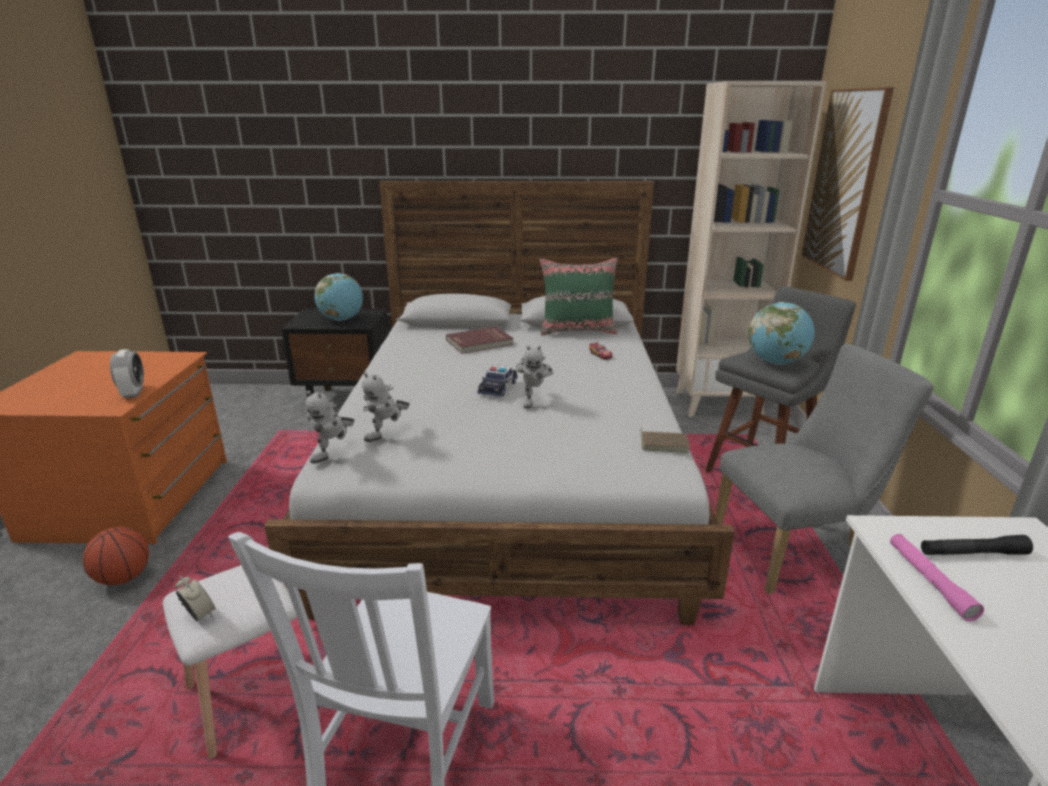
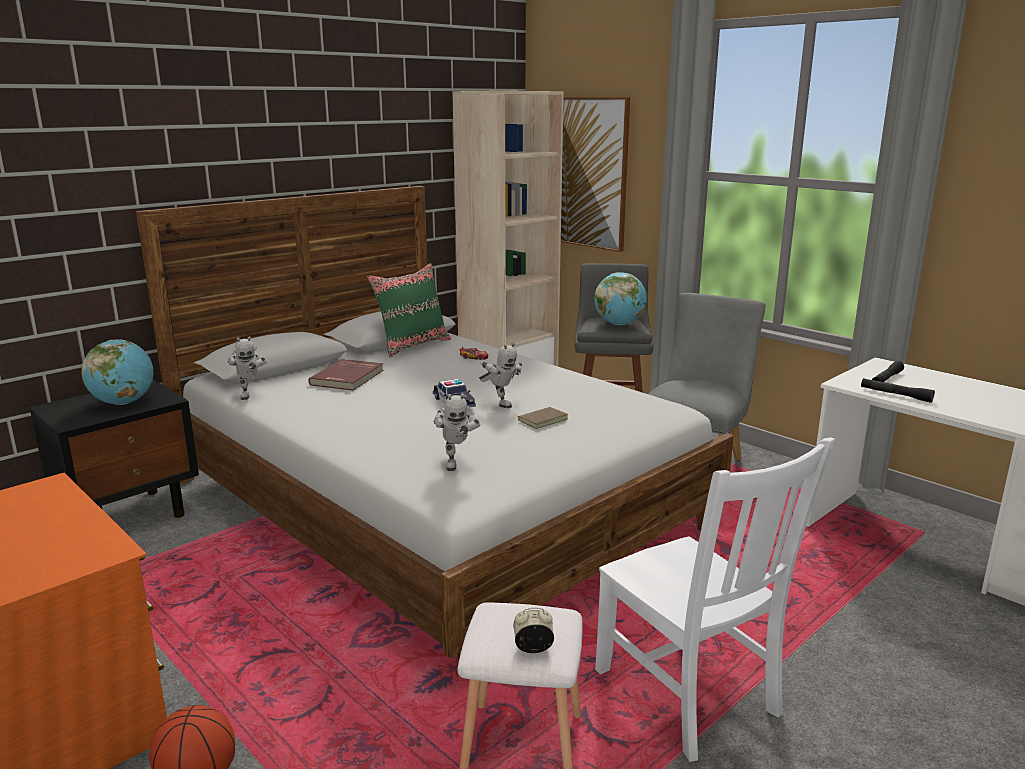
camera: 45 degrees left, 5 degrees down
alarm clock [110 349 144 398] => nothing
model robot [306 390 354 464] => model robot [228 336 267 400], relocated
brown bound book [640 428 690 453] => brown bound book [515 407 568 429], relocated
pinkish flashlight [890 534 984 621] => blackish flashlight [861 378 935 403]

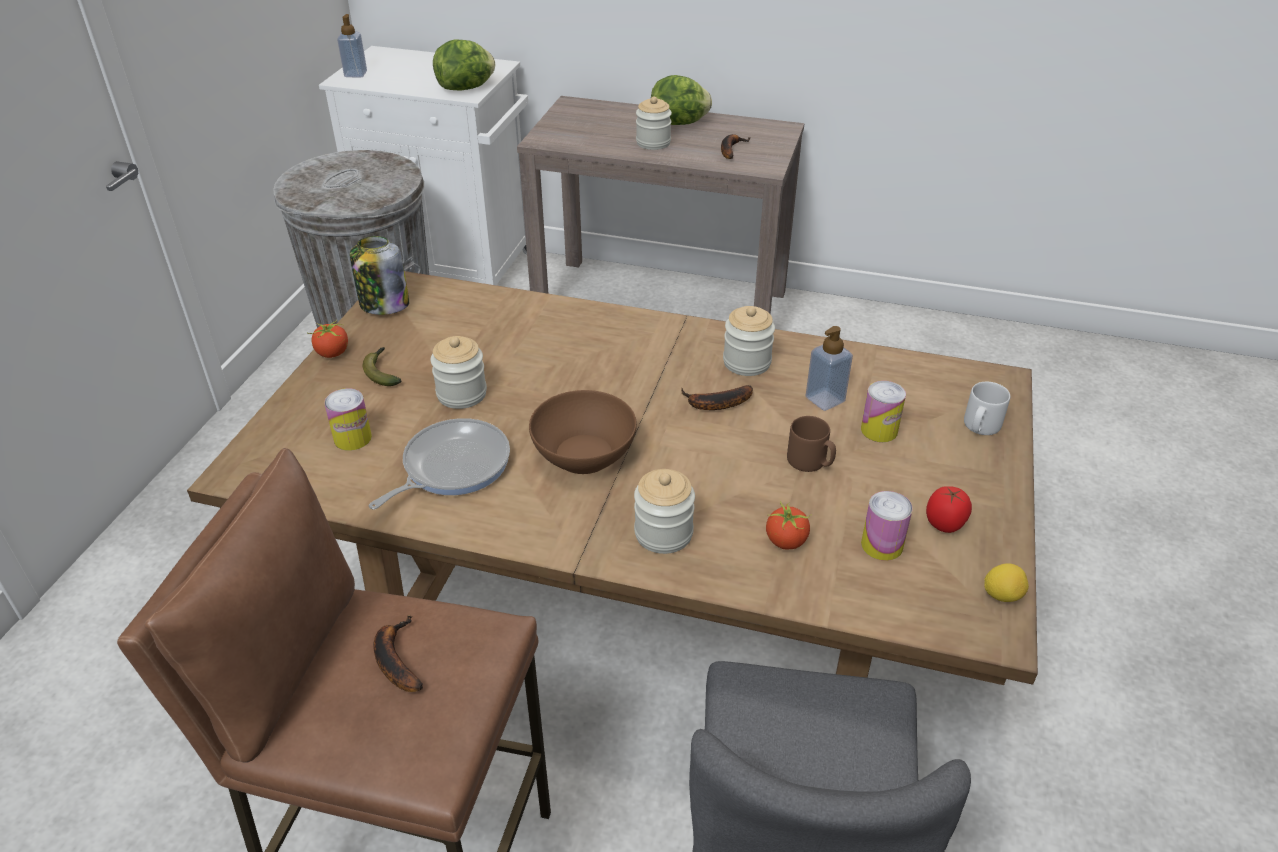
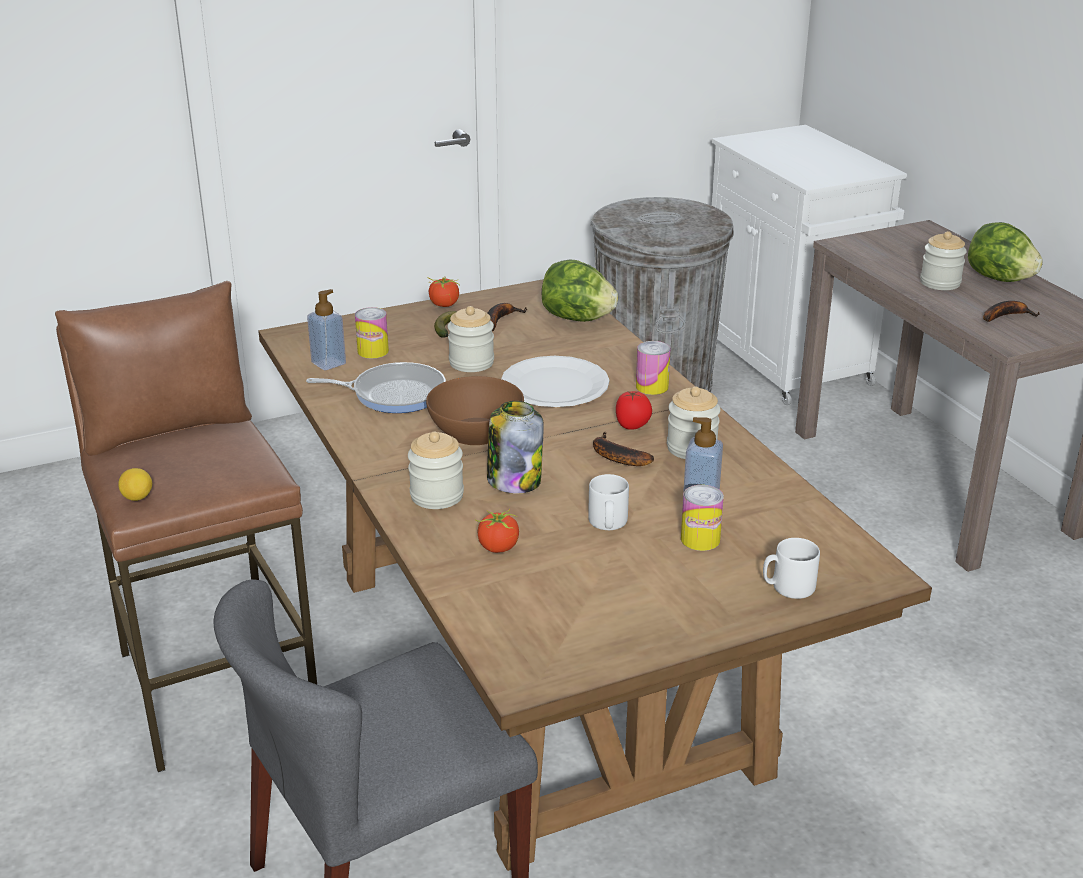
camera: 50 degrees right, 10 degrees down
soap dispenser [337 14 367 77] => soap dispenser [307 289 346 370], relocated
lettuce head [433 39 495 90] => lettuce head [542 259 618 322], relocated
jar [350 236 409 315] => jar [487 401 544 493], relocated
brown tea mug [787 416 836 472] => greyish tea mug [588 474 629 530]
whole tomato [926 486 972 533] => whole tomato [616 391 652 430], relocated
can [861 491 913 561] => can [636 341 671 395], relocated
lemon [984 563 1029 602] => lemon [118 468 152 501], relocated
banana [373 615 423 692] => banana [488 303 528 331], relocated
nothing => whitish dinner plate [501 356 609 407]

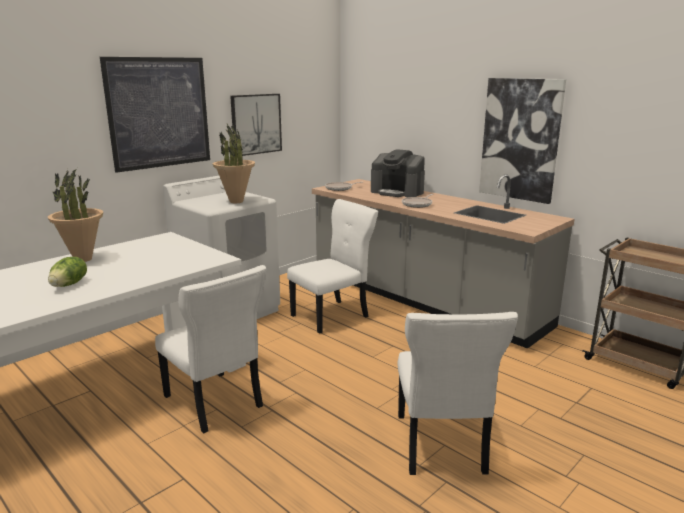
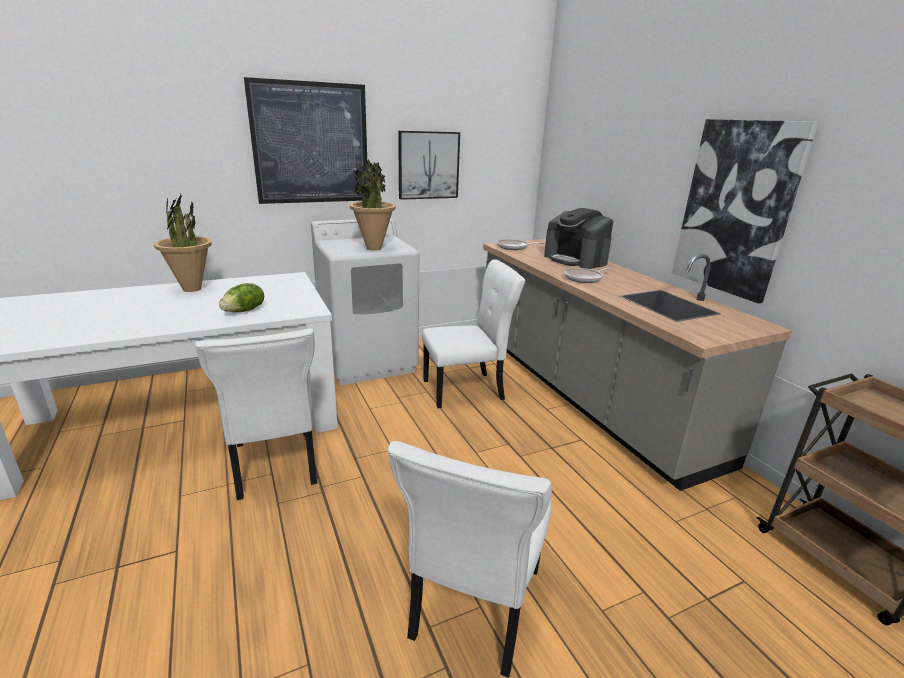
camera: 20 degrees right, 5 degrees up
lettuce head [48 257 87 287] => lettuce head [219 283 264 312], relocated

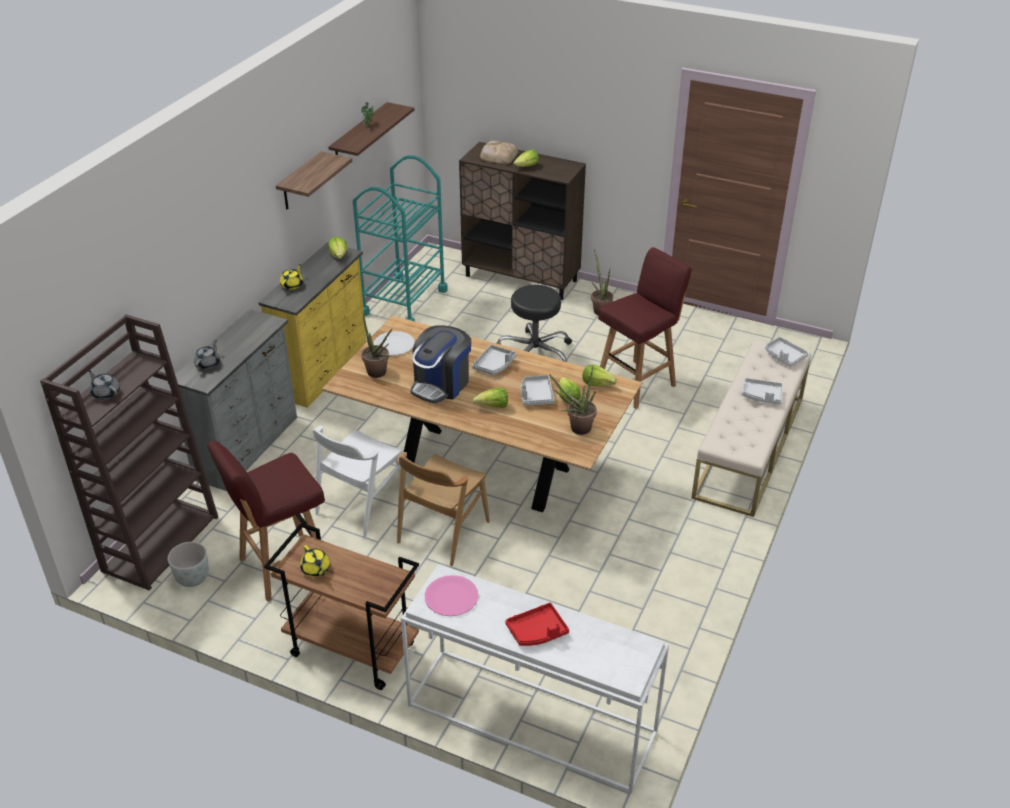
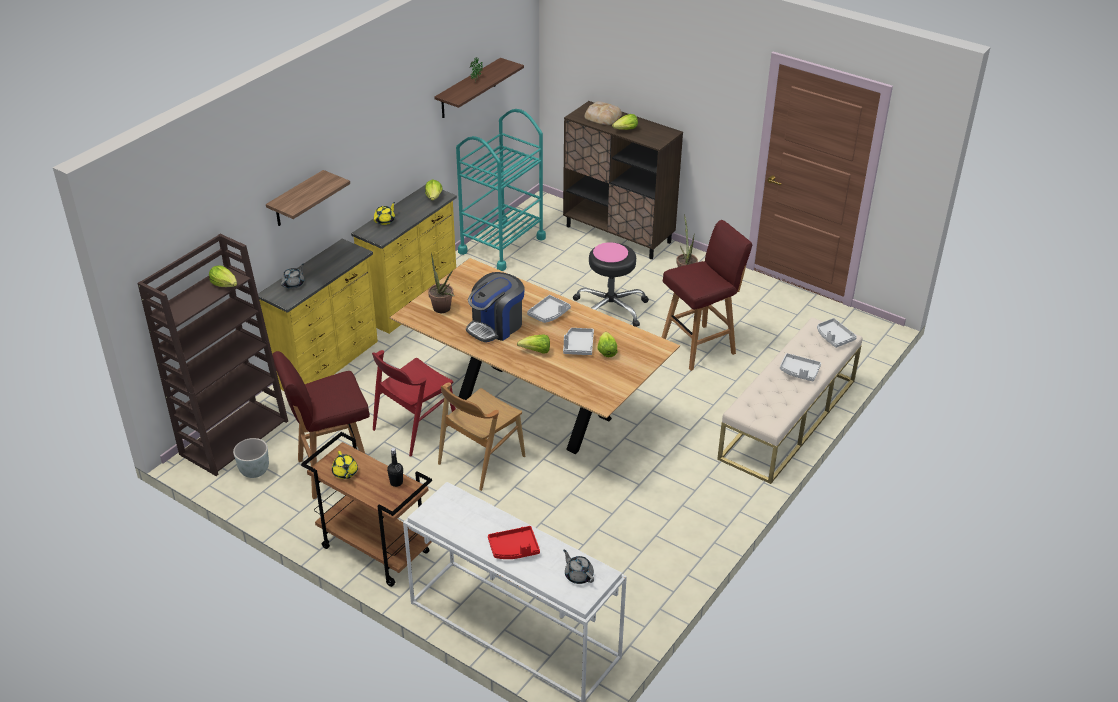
camera: 10 degrees right, 0 degrees up
bracket shelf [276 151 352 209] => bracket shelf [266 170 350 226], relocated
greyish drawer chest [168 309 297 491] => yellow drawer chest [258 239 378 391]
whitish dinner plate [374 331 415 355] => nothing
houseplant [549 365 597 435] => nothing
lettuce head [582 365 617 386] => lettuce head [209 266 237 287], relocated
greyish pot for tea [88 370 120 400] => greyish pot for tea [563 549 594 584], relocated
whitish upright chair [313 426 407 539] => reddish upright chair [372 350 456 457]
pinkish dinner plate [425 575 478 616] => pinkish dinner plate [593 242 628 263], relocated
nothing => blackish bottle [387 448 403 487]

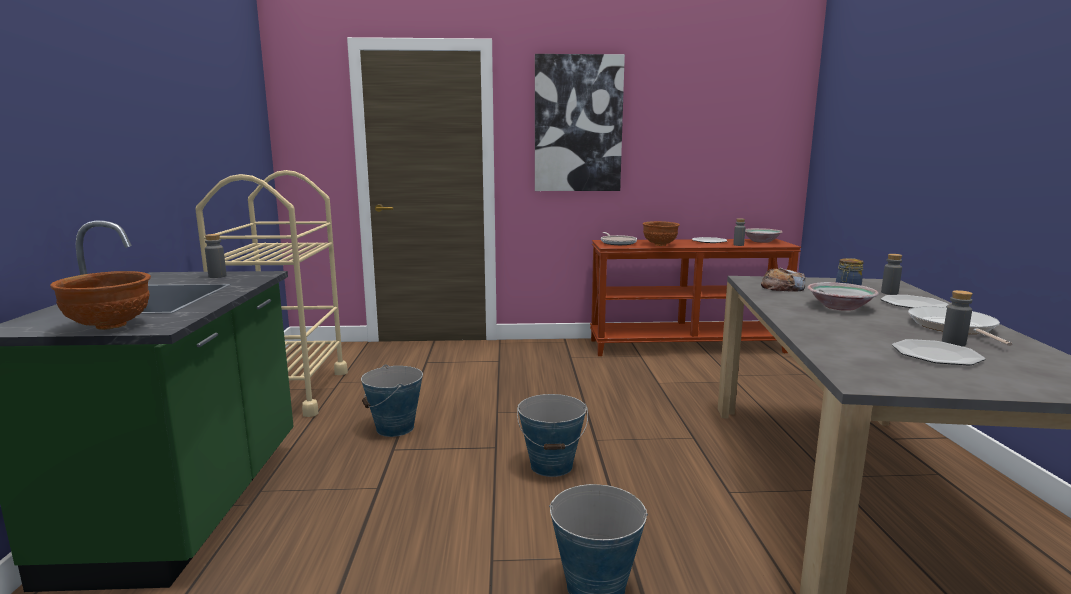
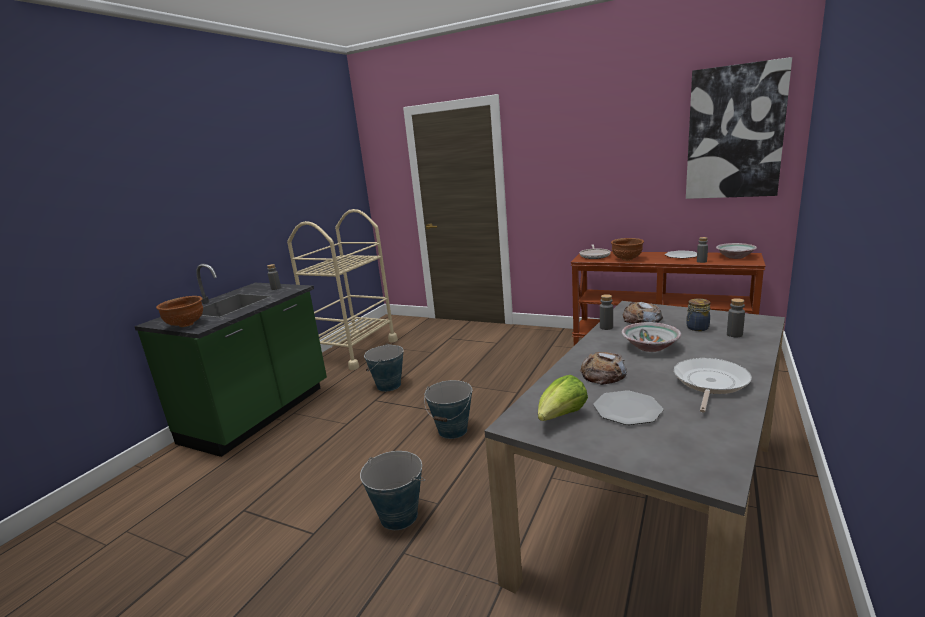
camera: 30 degrees right, 5 degrees up
picture [535 54 625 191] => picture [686 57 792 199], relocated
greyish bottle [942 290 973 346] => greyish bottle [600 294 613 330], relocated
dinner plate [881 295 949 308] => nothing
nothing => bread [580 352 627 385]
nothing => lettuce head [538 375 588 421]

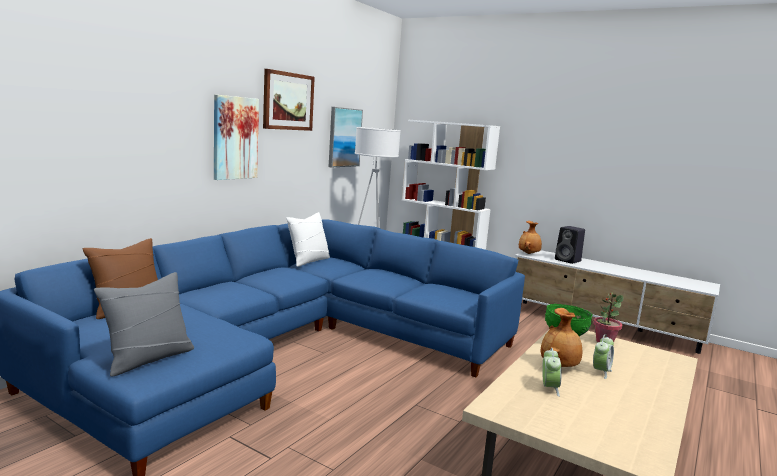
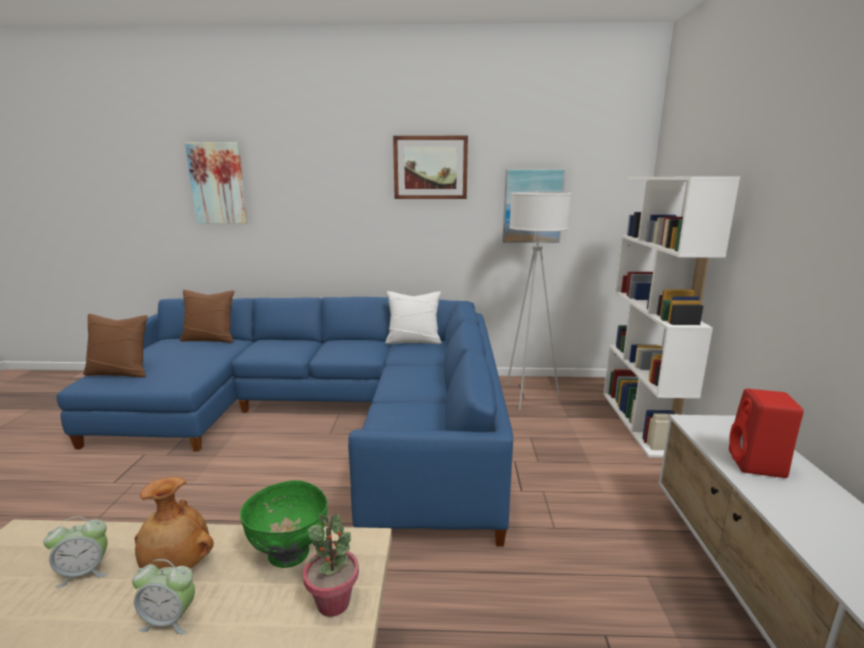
camera: 60 degrees right, 5 degrees up
picture [214 95 259 180] => picture [185 142 248 224], relocated
brown vase [519 221 542 254] => nothing
blackish speaker [555 226 585 264] => reddish speaker [729 389 804 478]
greyish throw pillow [94 272 194 377] => brown throw pillow [83 314 148 378]

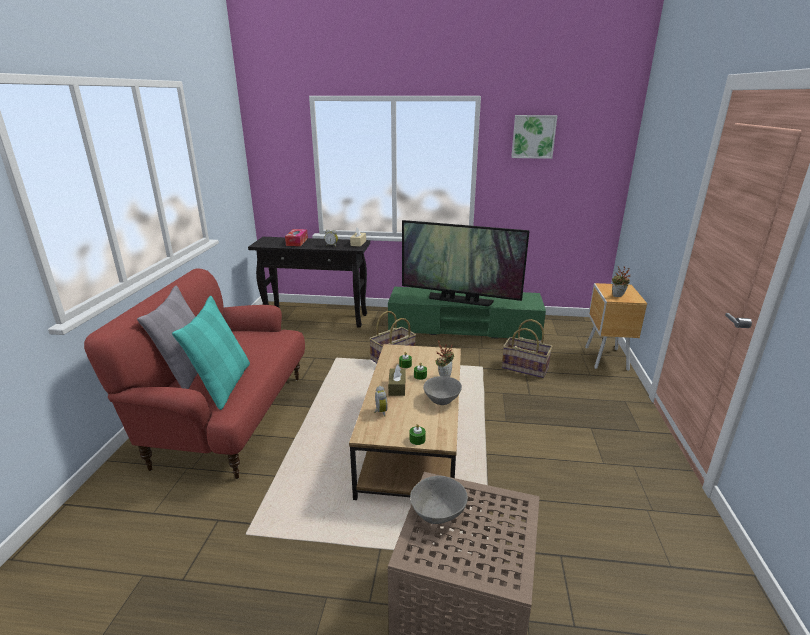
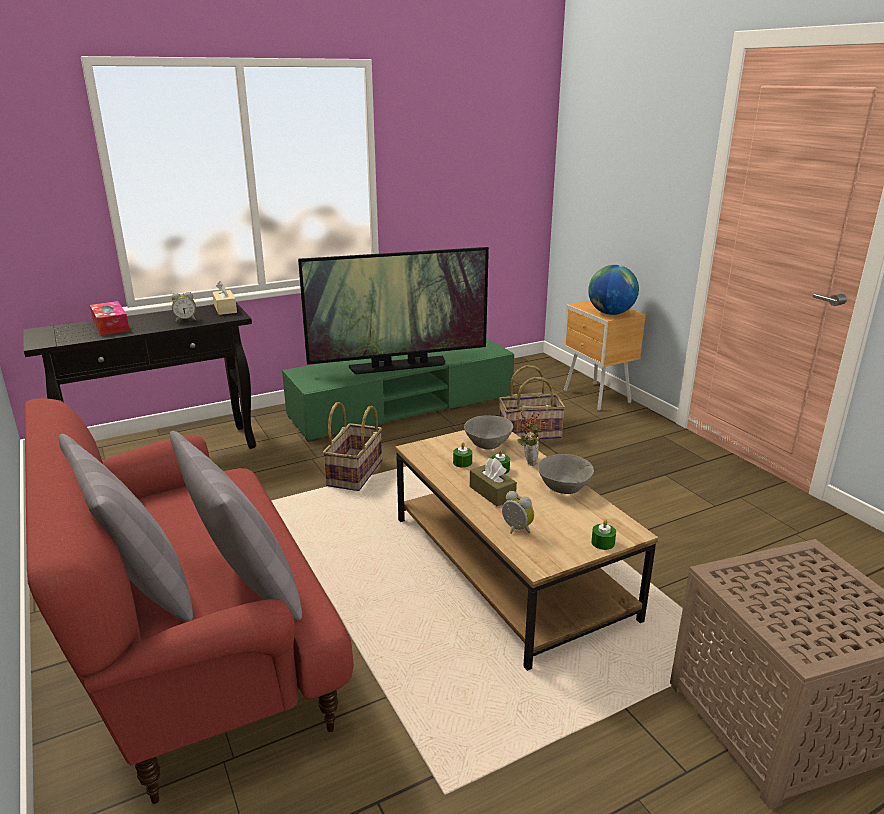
camera: 35 degrees left, 0 degrees up
picture [511 115 558 159] => nothing
houseplant [612 266 630 297] => world globe [588 265 639 315]
turquoise-coloured throw pillow [172 296 250 410] => greyish throw pillow [170 431 302 621]
greyish serving bowl [410 476 468 524] => greyish serving bowl [464 416 513 449], relocated

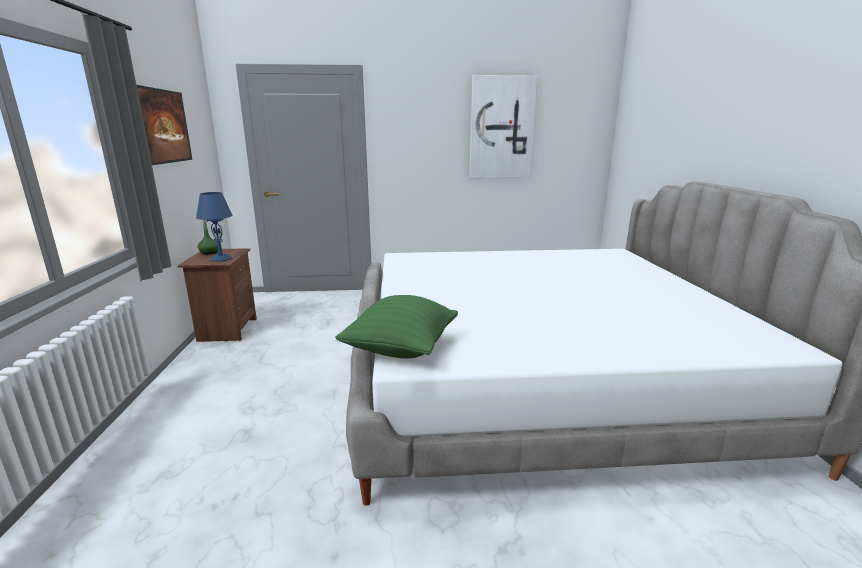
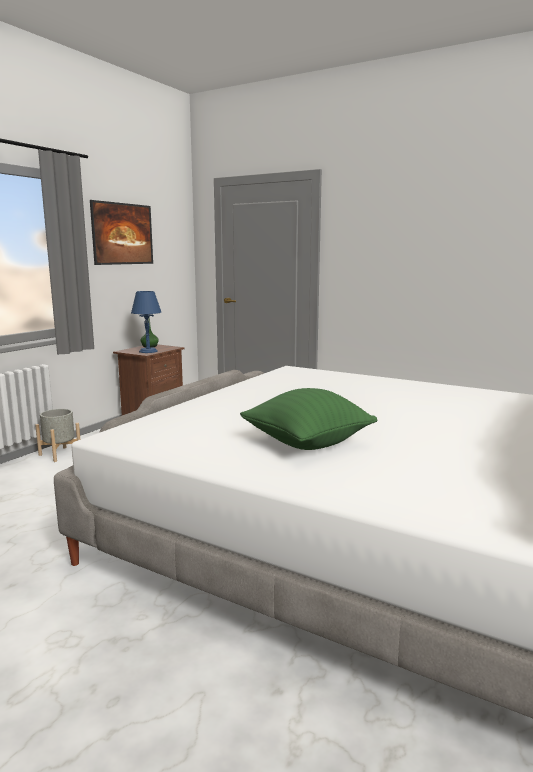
camera: 35 degrees right, 5 degrees down
picture [469 75 538 178] => nothing
green-coloured throw pillow [335 295 458 358] => green-coloured throw pillow [240 388 377 450], relocated
nothing => greyish flower pot [35 409 80 462]

